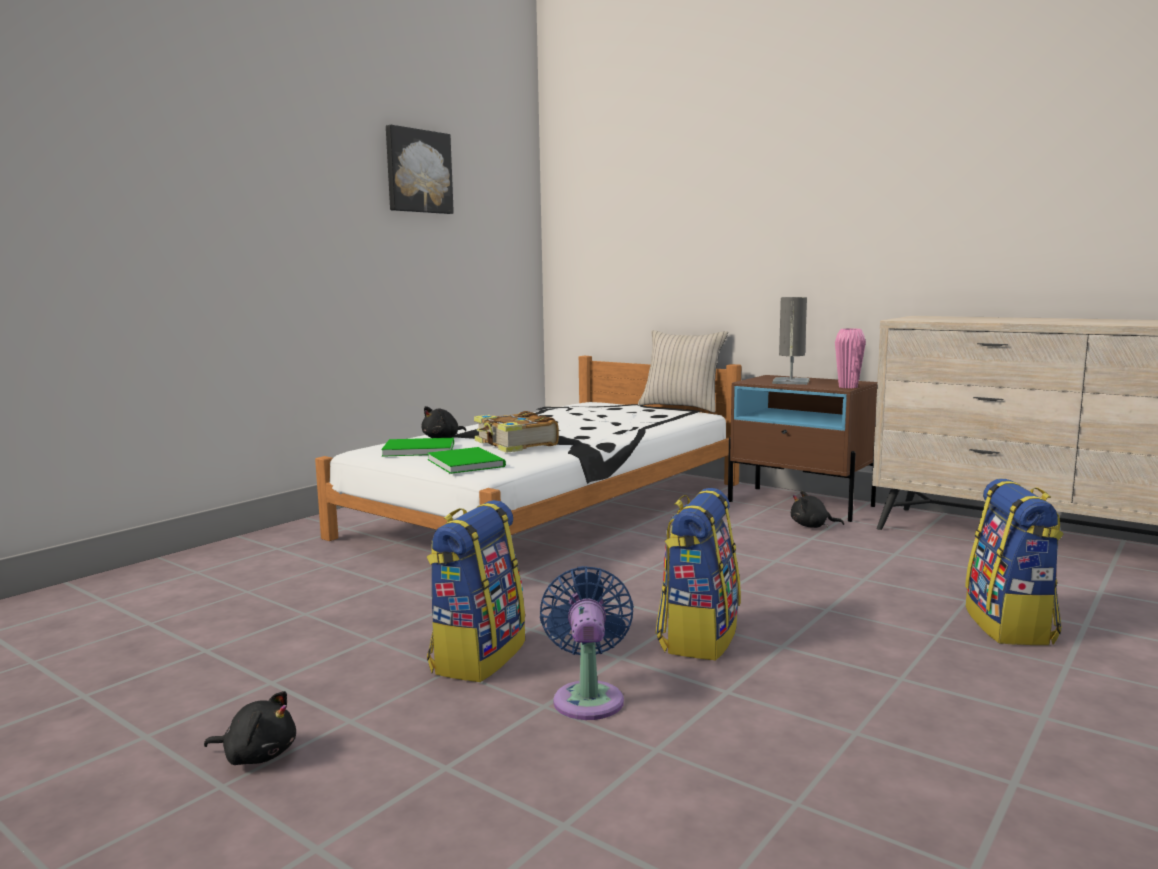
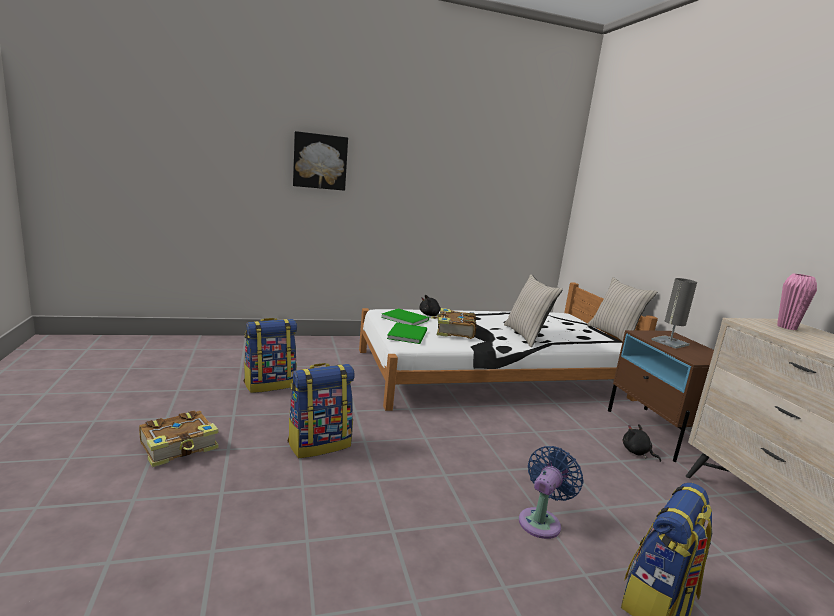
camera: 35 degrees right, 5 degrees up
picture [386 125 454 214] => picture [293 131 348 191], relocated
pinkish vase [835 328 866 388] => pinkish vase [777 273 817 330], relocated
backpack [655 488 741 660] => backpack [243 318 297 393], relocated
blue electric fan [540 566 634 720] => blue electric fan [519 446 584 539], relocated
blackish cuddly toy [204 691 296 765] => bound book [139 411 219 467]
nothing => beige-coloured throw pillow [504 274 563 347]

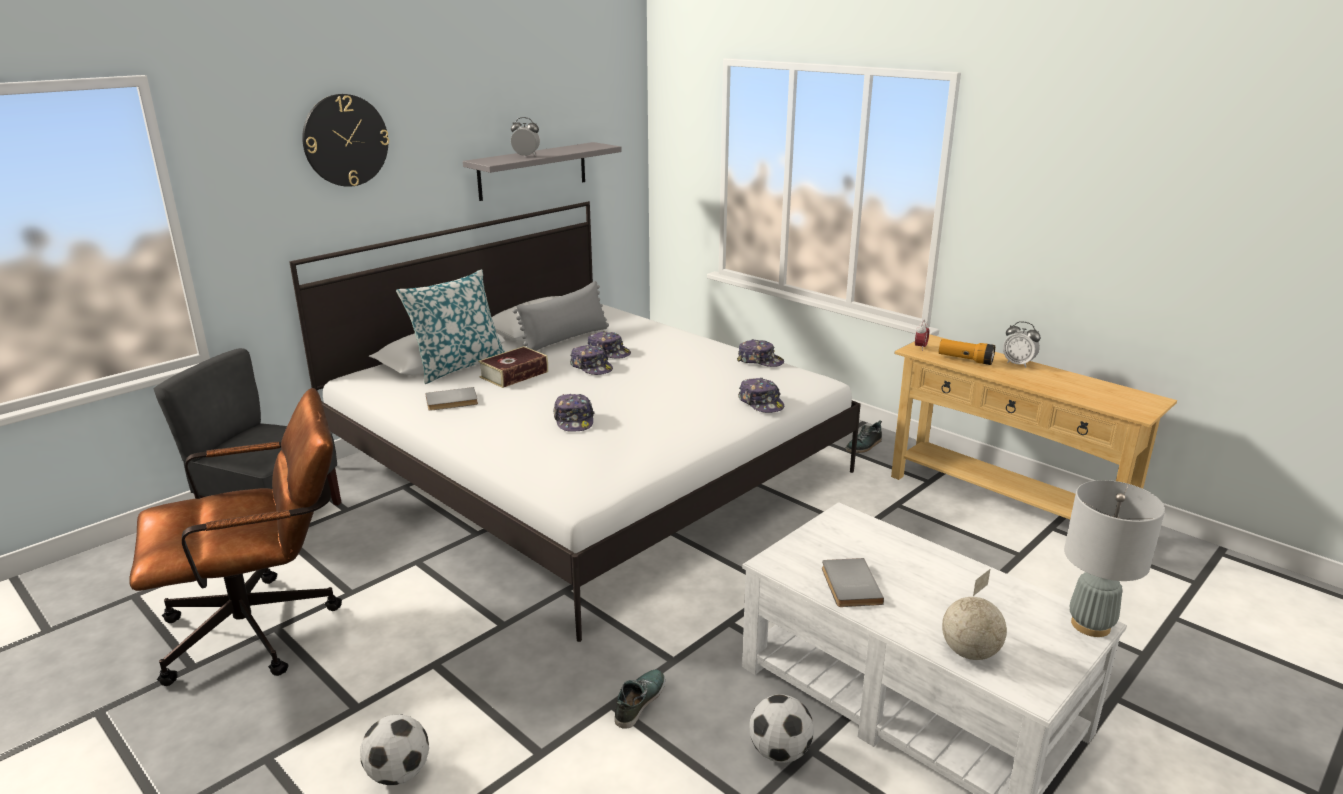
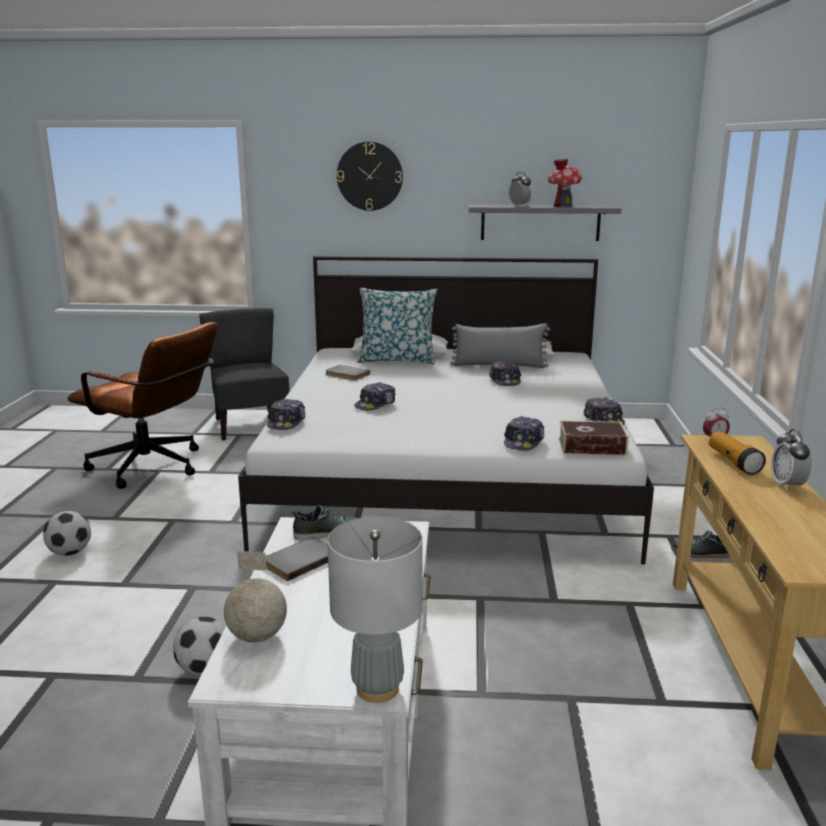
camera: 50 degrees right, 5 degrees down
peaked cap [570 344 613 375] => peaked cap [267 398 306 430], relocated
bound book [478 346 548 388] => bound book [559 421 629 455], relocated
low shoe [615 669 665 729] => low shoe [291 505 358 540], relocated
nothing => model house [548 159 582 207]

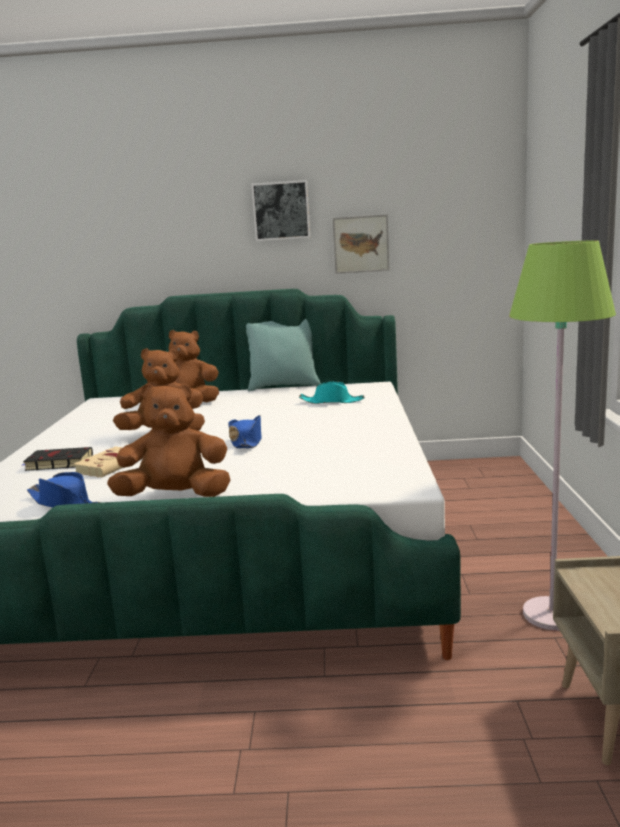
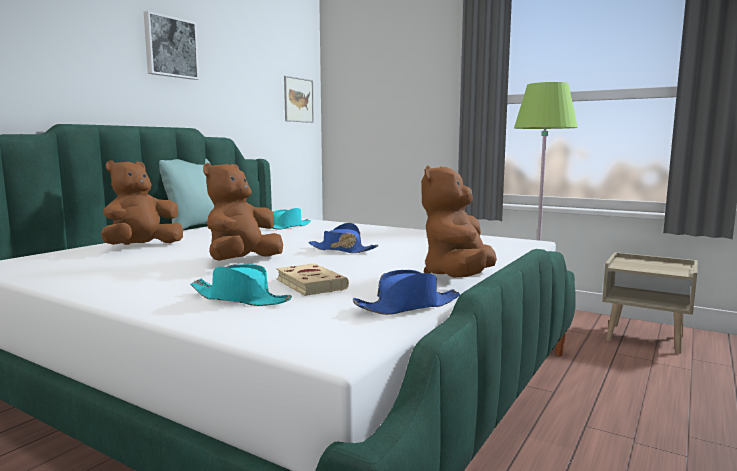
camera: 60 degrees left, 5 degrees down
picture [333 214 389 274] => picture [284 76 314 123], relocated
blackish bound book [21 447 93 471] => turquoise-coloured hat [190 264 292 306]

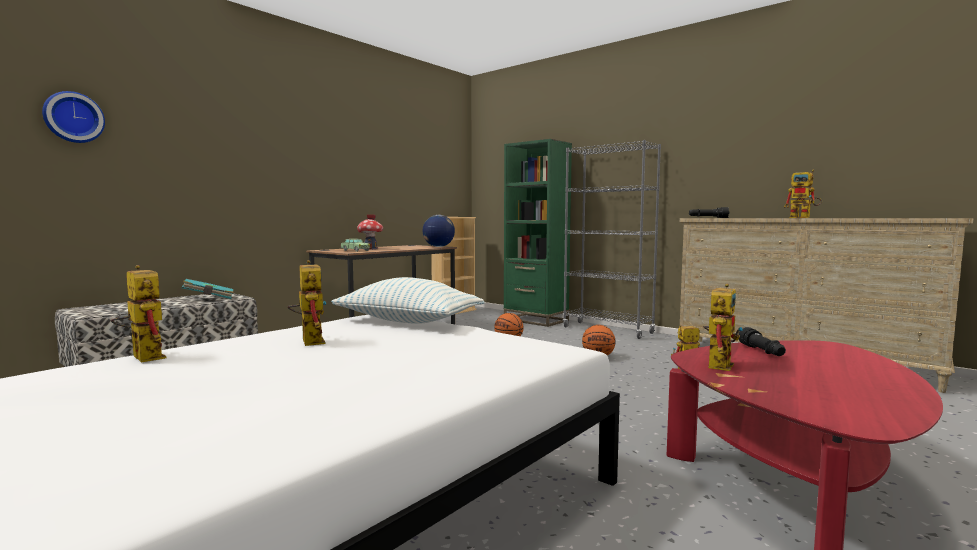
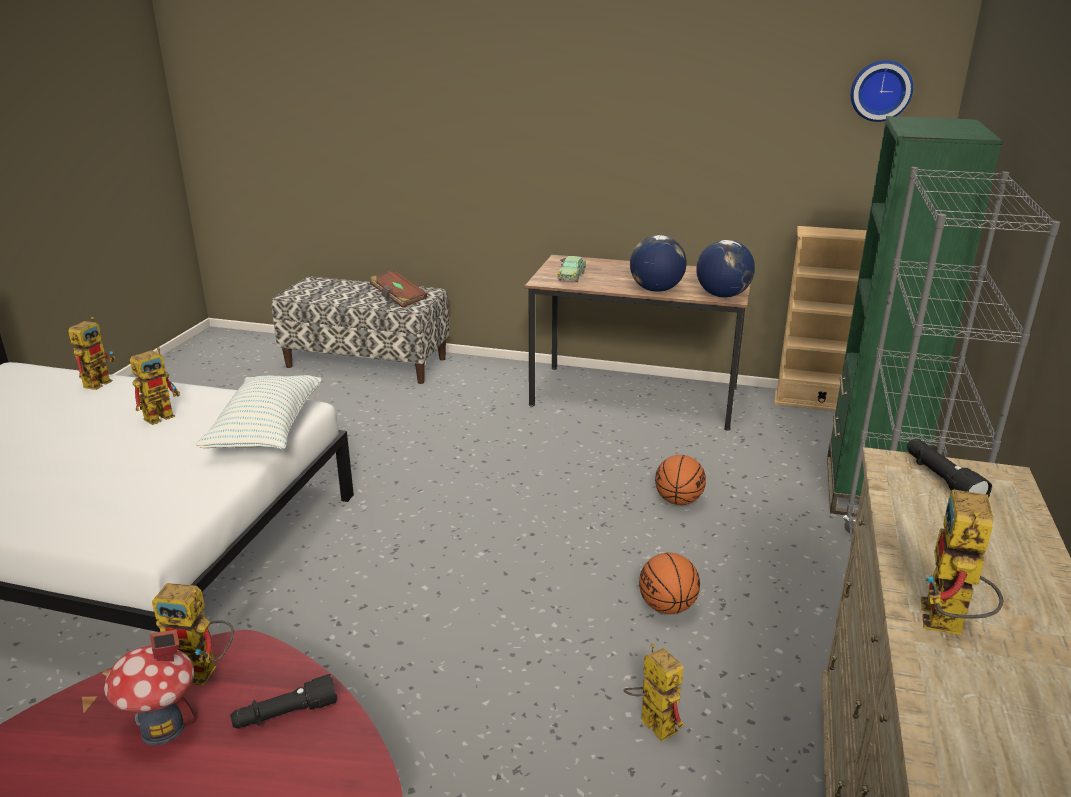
camera: 65 degrees right, 20 degrees up
clock on the wall [42 91 105 143] => clock on the wall [851 60 913 122], relocated
model house [357 214 383 250] => model house [104 629 195 745], relocated
turquoise-coloured bound book [182 279 234 299] => brown bound book [370 270 427 308]
nothing => world globe [630 235 687 292]

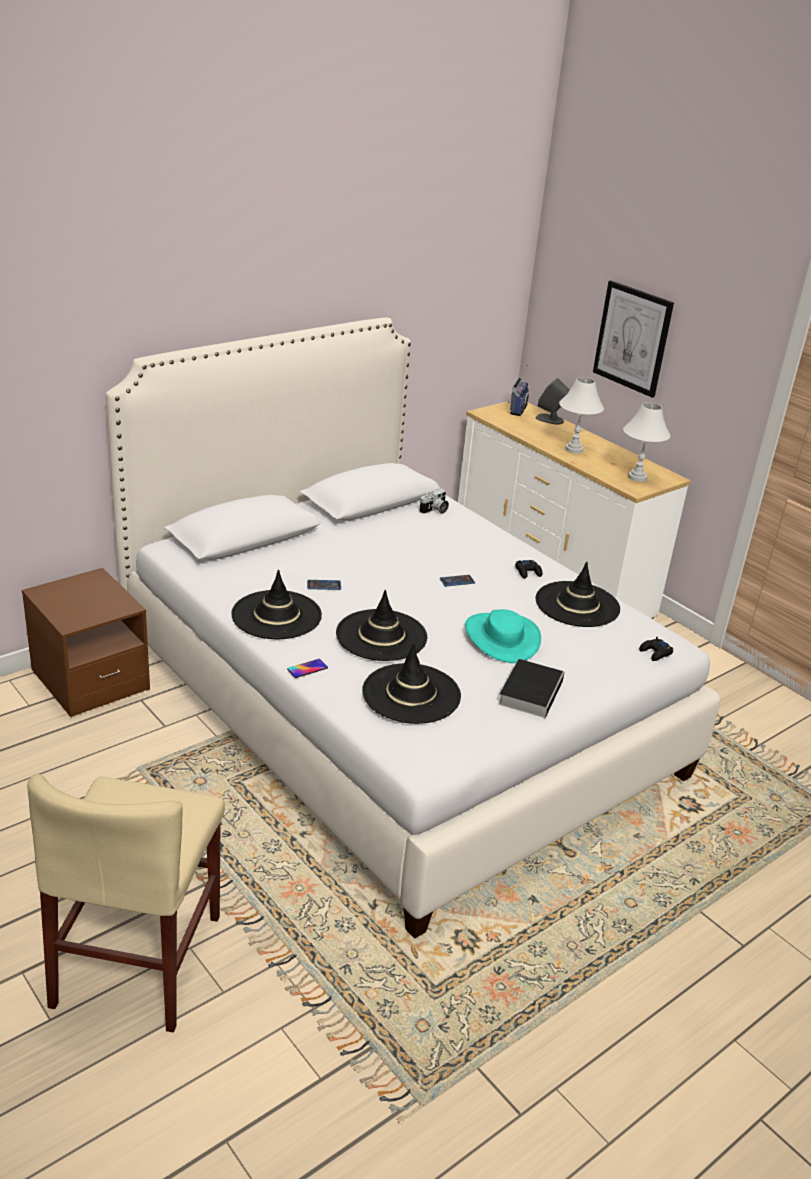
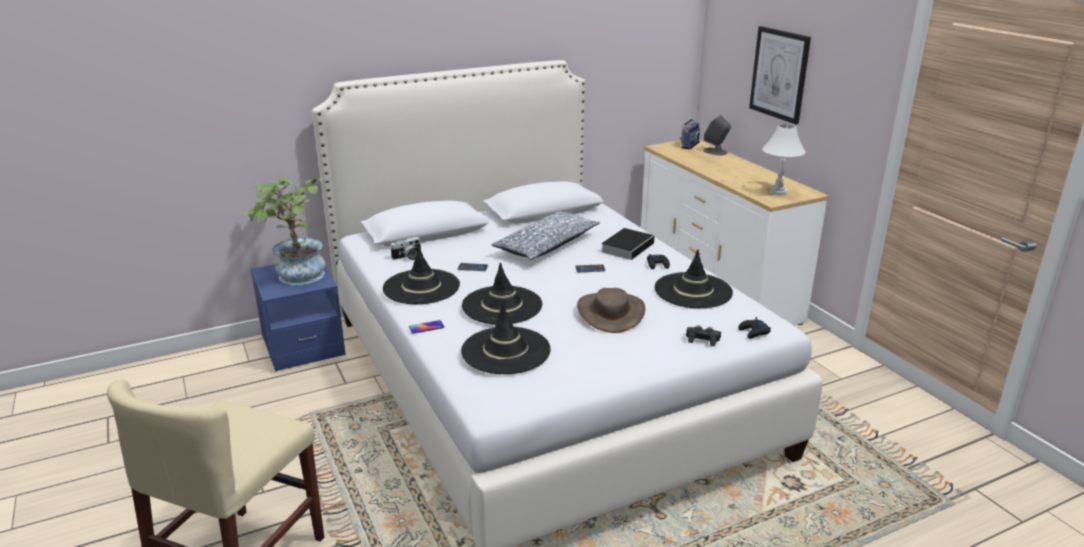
camera: 15 degrees right, 5 degrees down
whitish tabletop lamp [559 377 604 453] => nothing
still camera [419 488 449 514] => still camera [391 237 421 260], relocated
brown bedside table [22 568 150 717] => blue bedside table [251 264 346 372]
turquoise-coloured hat [465 609 541 663] => brown hat [577 288 645 333]
bound book [498 659 564 718] => bound book [601 228 655 260], relocated
nothing => houseplant [245 177 326 285]
nothing => throw pillow [491 211 600 260]
nothing => blackish game controller [686 325 721 346]

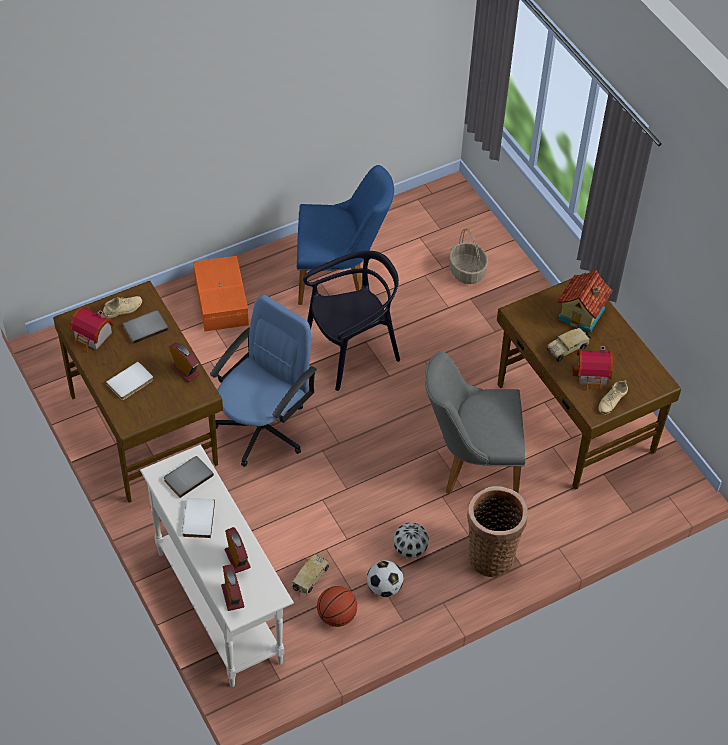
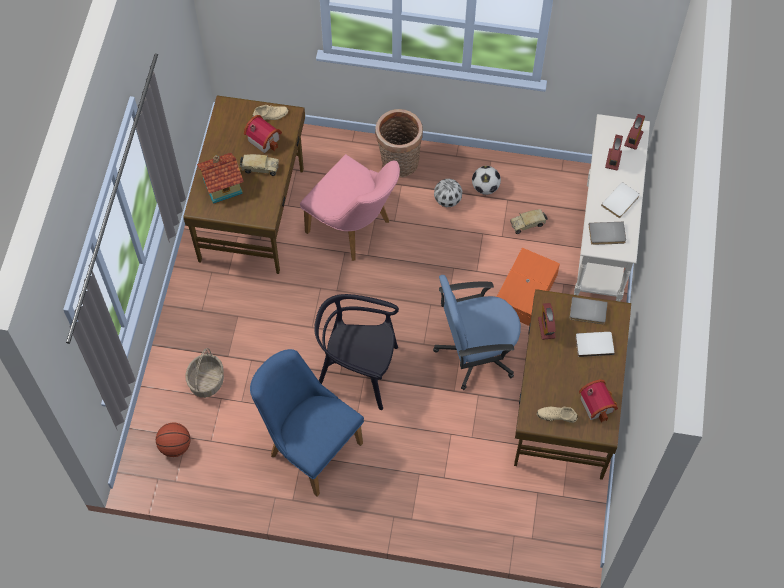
camera: 140 degrees left, 10 degrees up
orange-coloured storage bin [193 256 249 332] => orange-coloured storage bin [497 248 560 326], relocated
greyish bound book [123 310 169 344] => greyish bound book [570 297 608 324], relocated
greyish upright chair [425 351 526 494] => pinkish upright chair [300 154 400 261]
basketball ball [317 586 357 627] => basketball ball [156 422 190 457], relocated

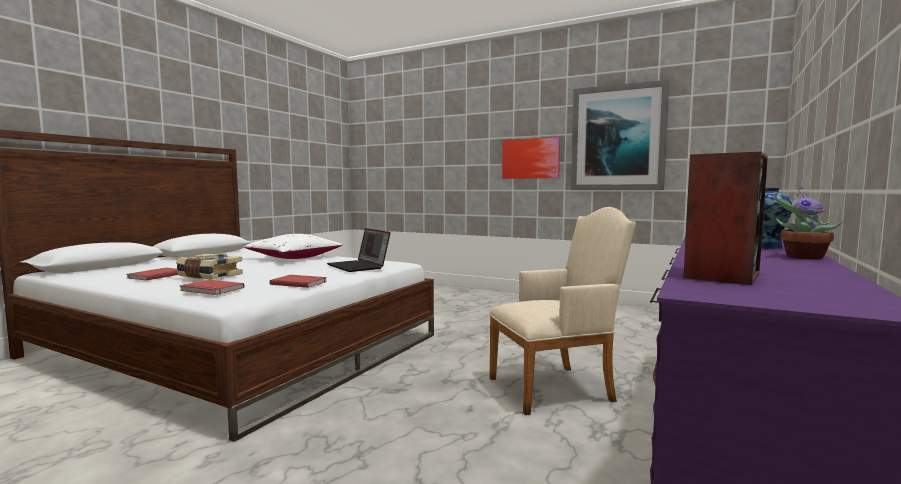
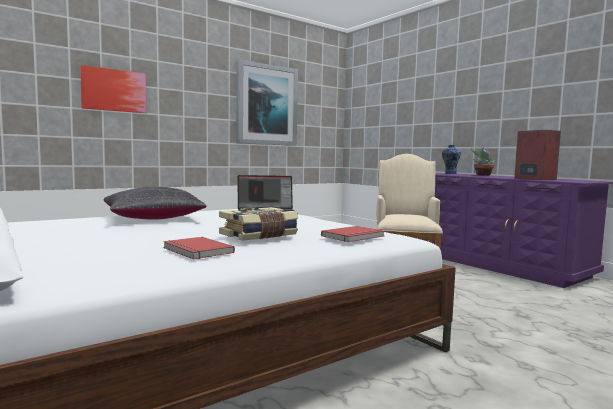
camera: 65 degrees left, 0 degrees up
picture [502 137 560 179] => picture [80 65 147 113], relocated
whitish throw pillow [244 234 343 259] => blackish throw pillow [104 187 207 220]
reddish bound book [269 275 327 288] => nothing

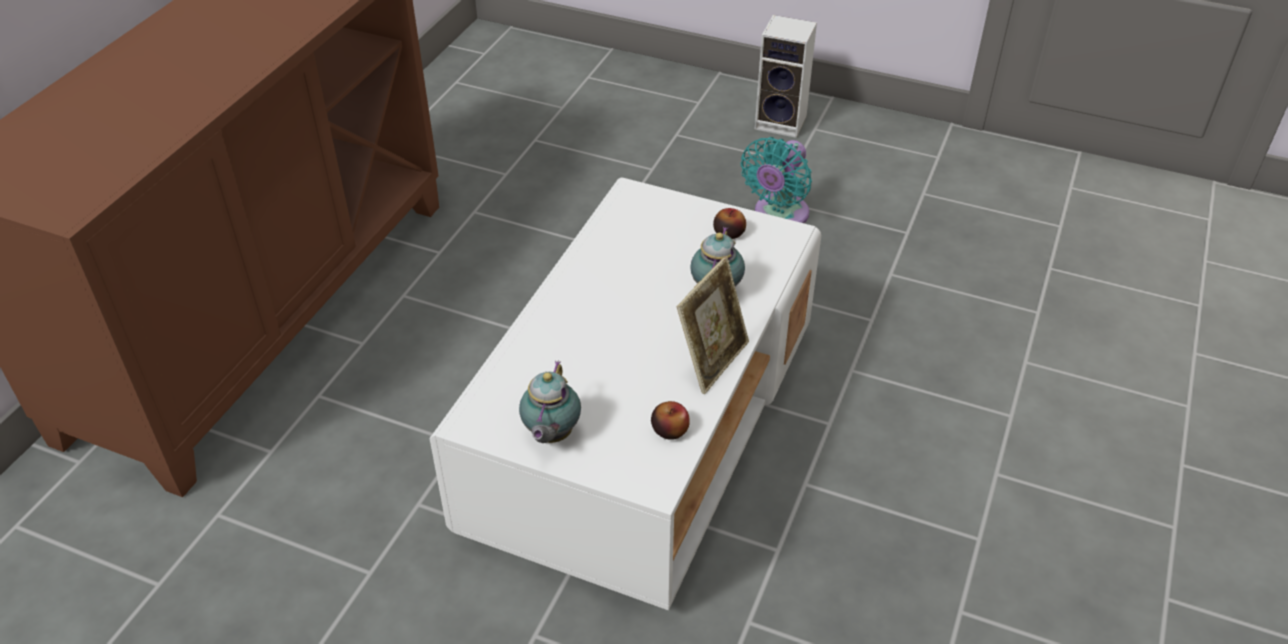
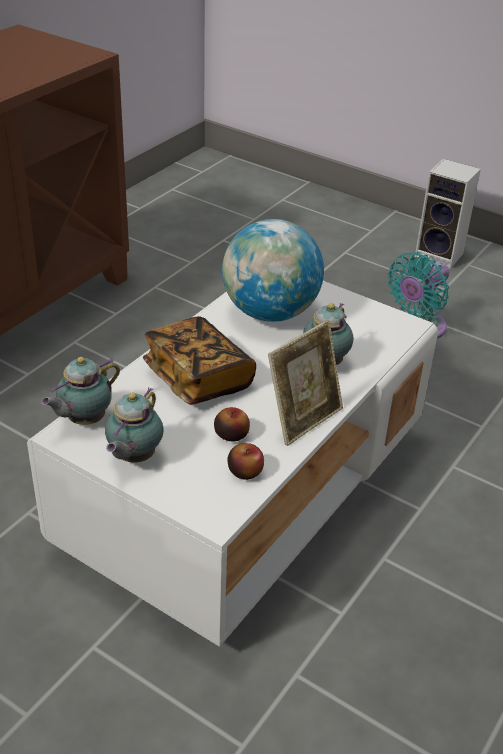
camera: 10 degrees right, 5 degrees down
apple fruit [713 208 746 239] => apple fruit [214 407 250 442], relocated
nothing => world globe [222 219 324 322]
nothing => bound book [143 316 256 405]
nothing => pot for tea [41 357 120 425]

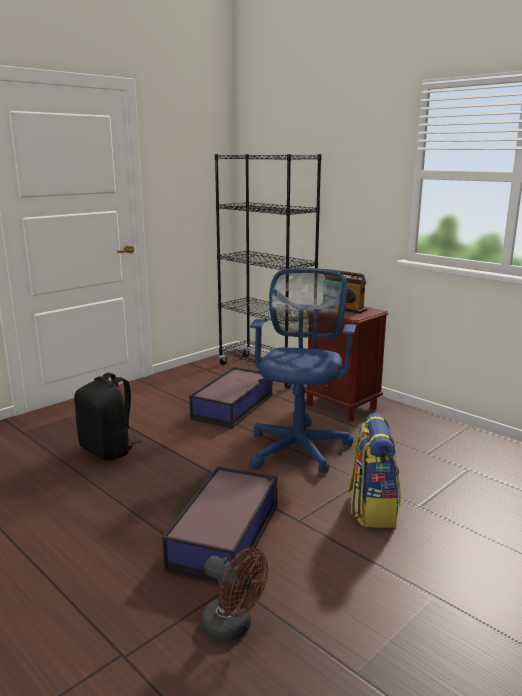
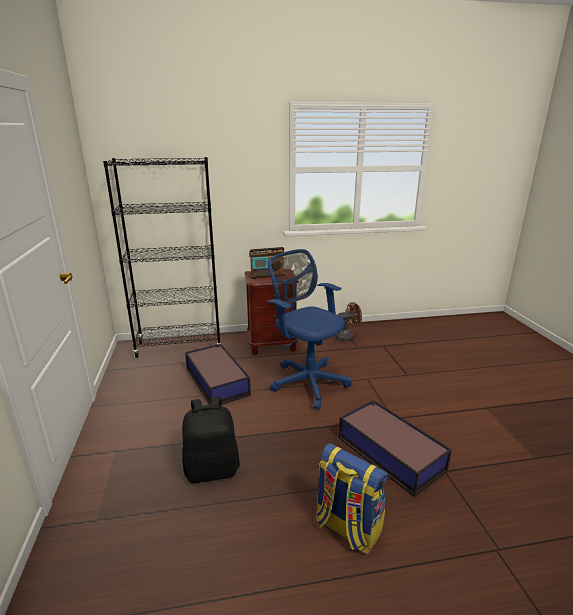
camera: 55 degrees left, 5 degrees up
backpack [348 413 401 528] => backpack [316 443 388 554], relocated
brown electric fan [201 547 268 642] => brown electric fan [335 302 362 342], relocated

